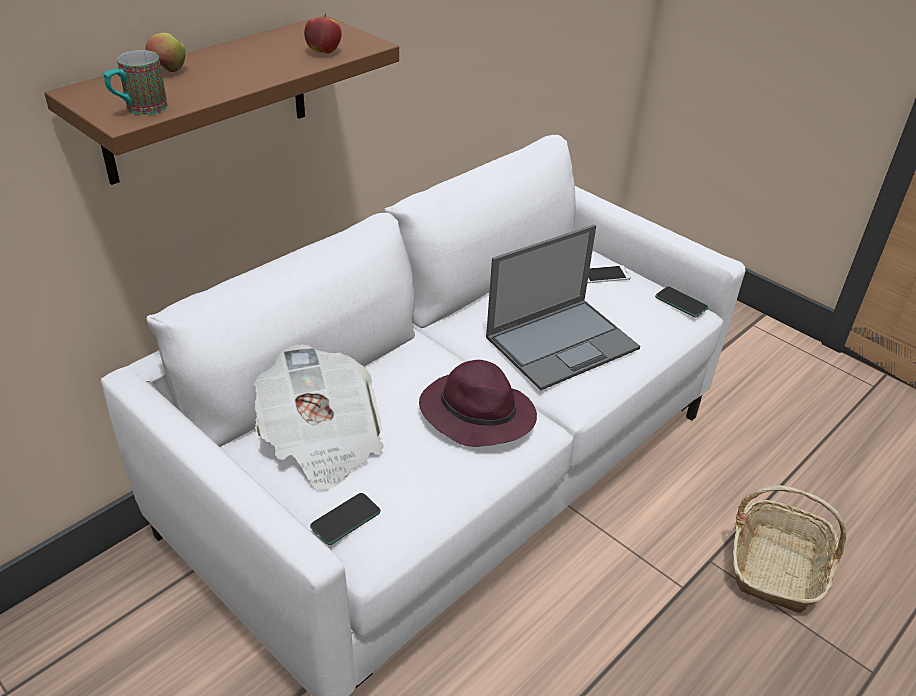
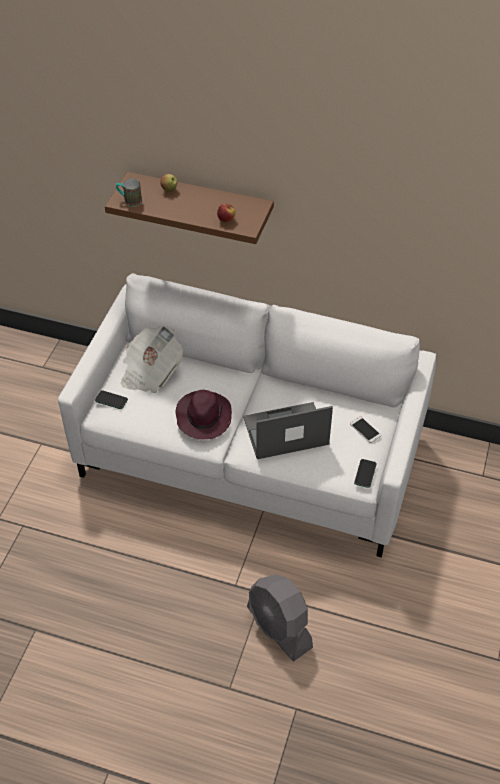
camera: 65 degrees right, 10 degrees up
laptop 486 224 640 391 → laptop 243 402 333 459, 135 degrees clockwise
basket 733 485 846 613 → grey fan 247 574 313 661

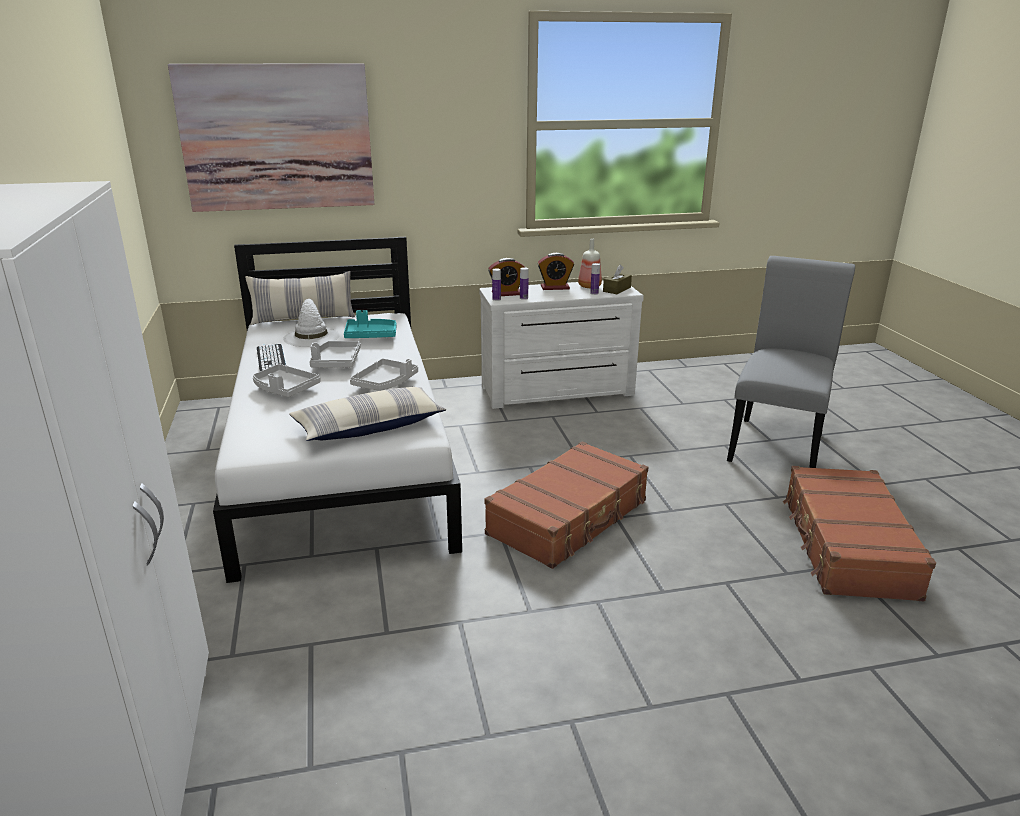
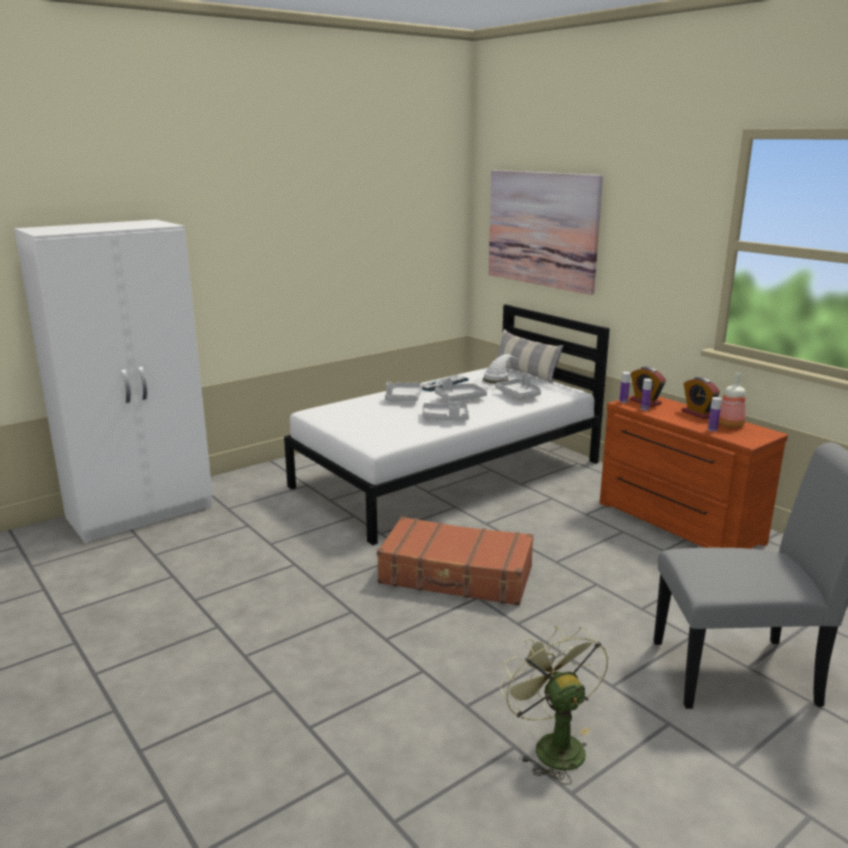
camera: 65 degrees right, 5 degrees down
brown tissue box 603 265 632 294 → -
white dresser 479 280 644 409 → brown dresser 600 395 788 549
turquoise tray 344 310 396 338 → grey tray 495 373 541 399
pillow 289 387 446 441 → -
brown suitcase 783 466 936 602 → green fan 500 626 609 785

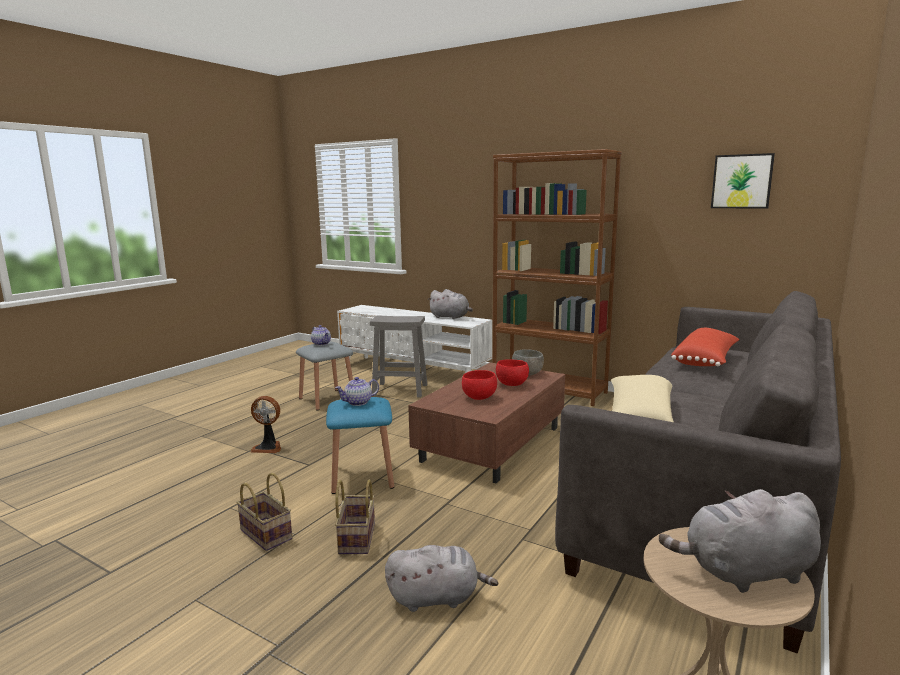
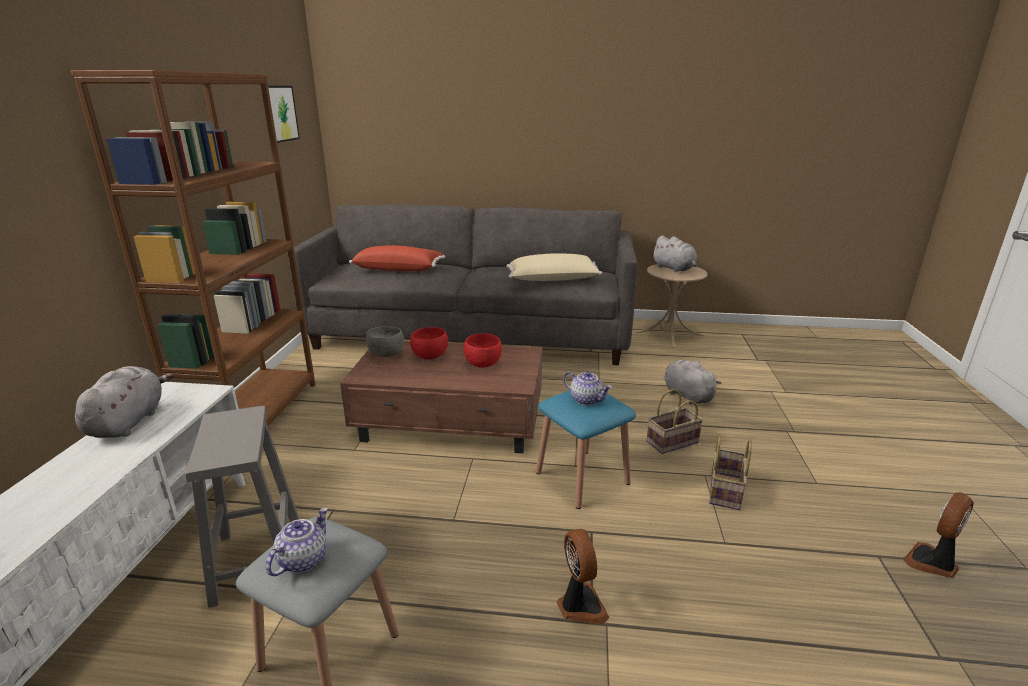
camera: 115 degrees left, 10 degrees up
- → fan 903 492 974 578

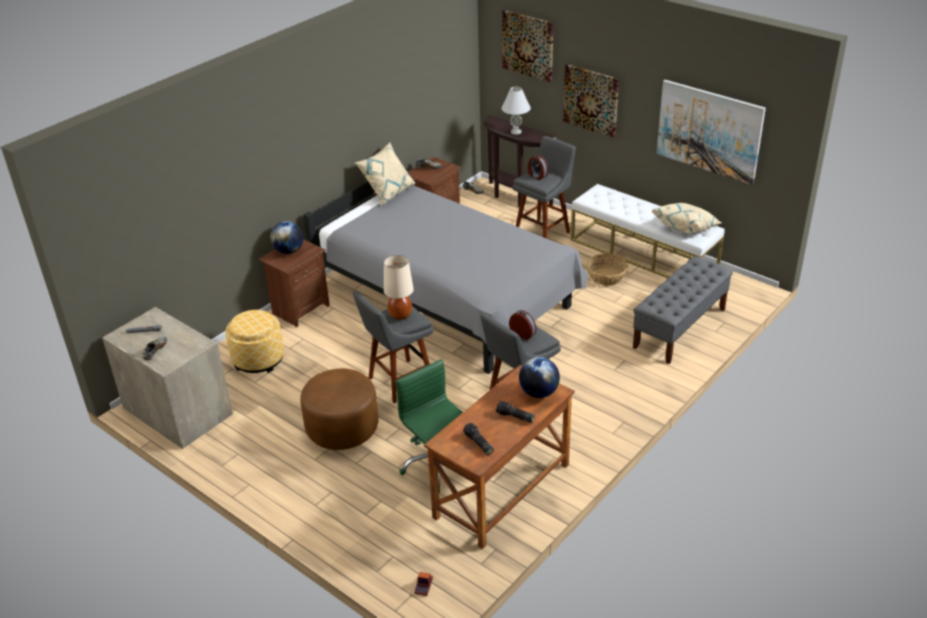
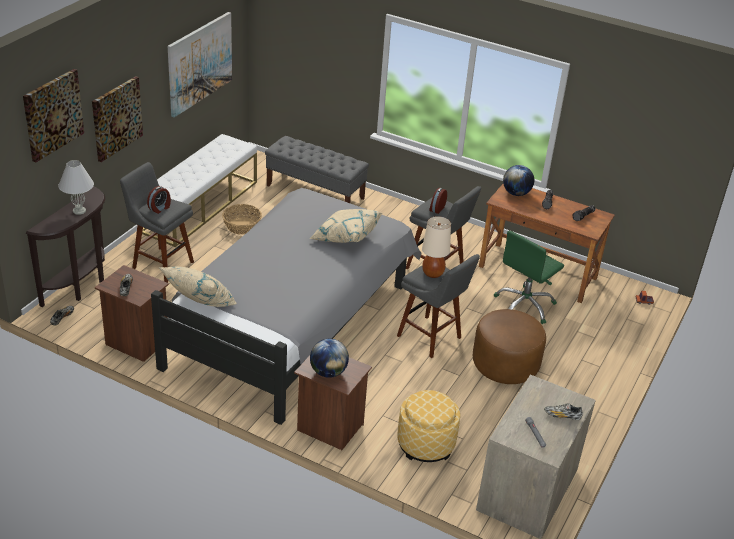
camera: 105 degrees left, 0 degrees up
beige pillow 651 203 721 233 → beige pillow 310 209 382 243, shifted

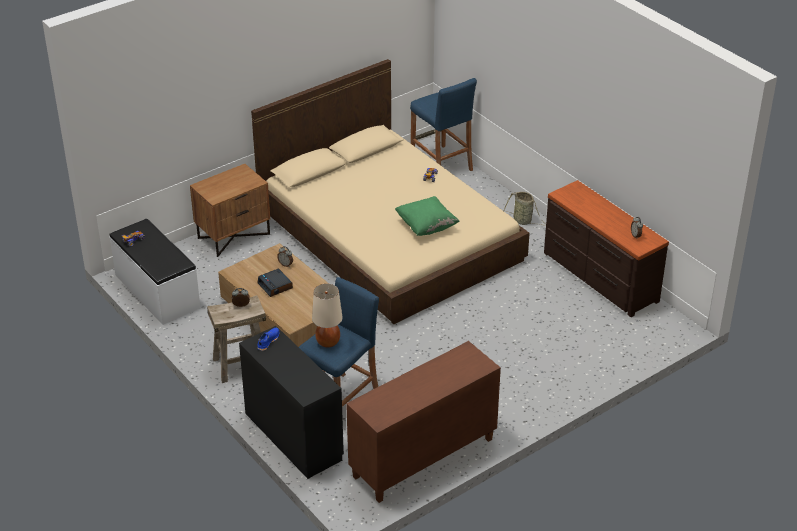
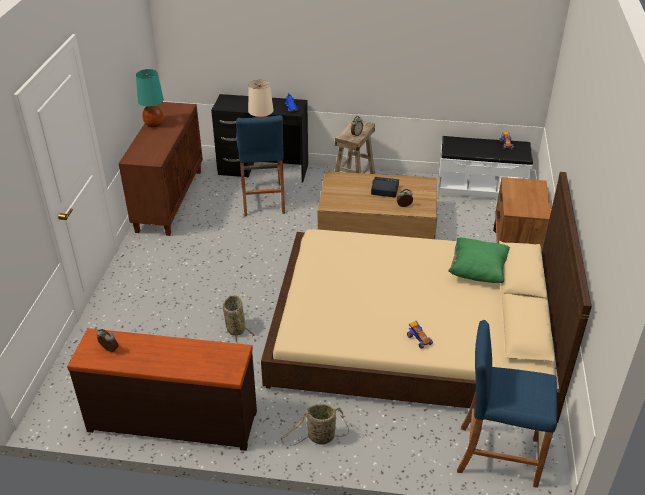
camera: 135 degrees right, 0 degrees up
green pillow 395 196 460 236 → green pillow 448 238 510 283, shifted
- → turquoise table lamp 136 69 164 127
- → basket 223 295 254 344

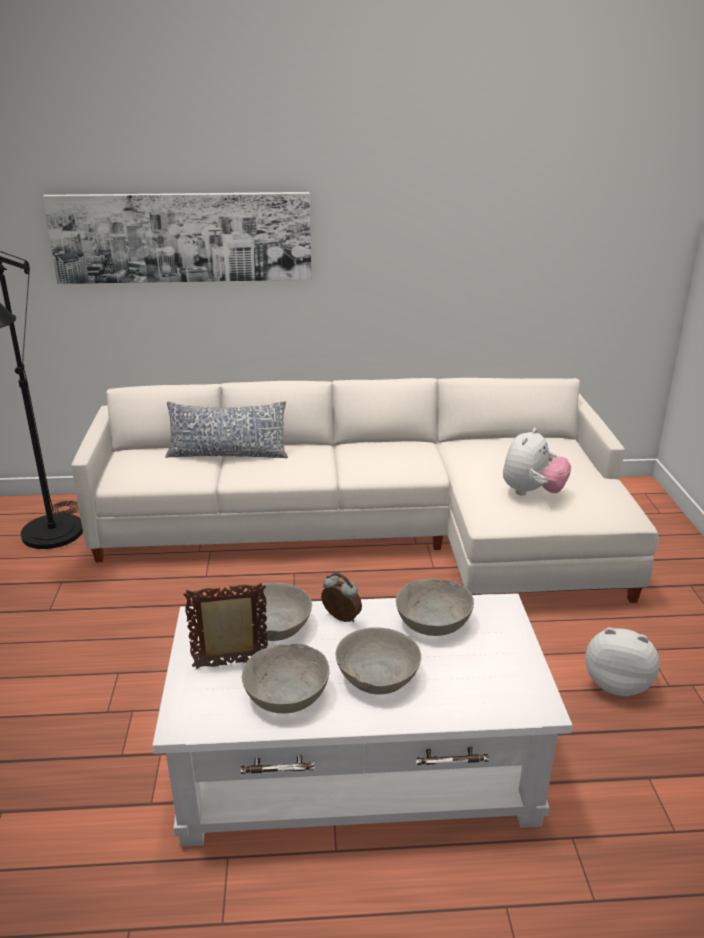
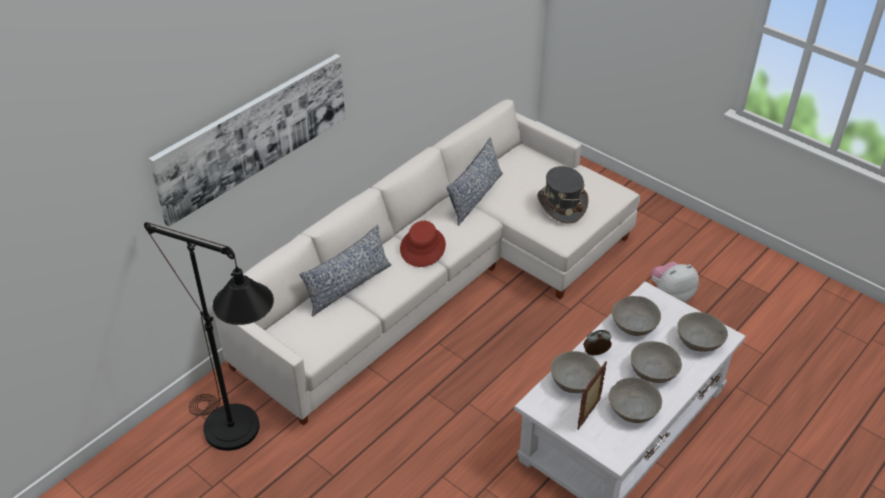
camera: 45 degrees left, 15 degrees up
plush toy 503 428 571 496 → grey hat 537 166 589 224
- → pillow 447 137 503 226
- → red hat 400 221 446 267
- → grey bowl 677 312 728 352

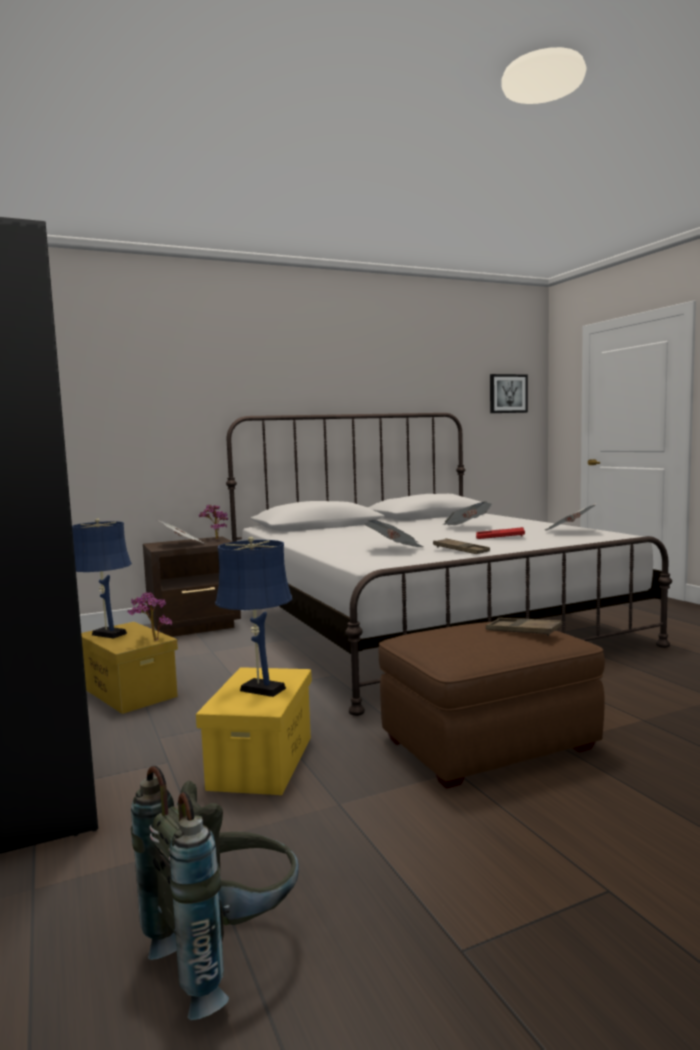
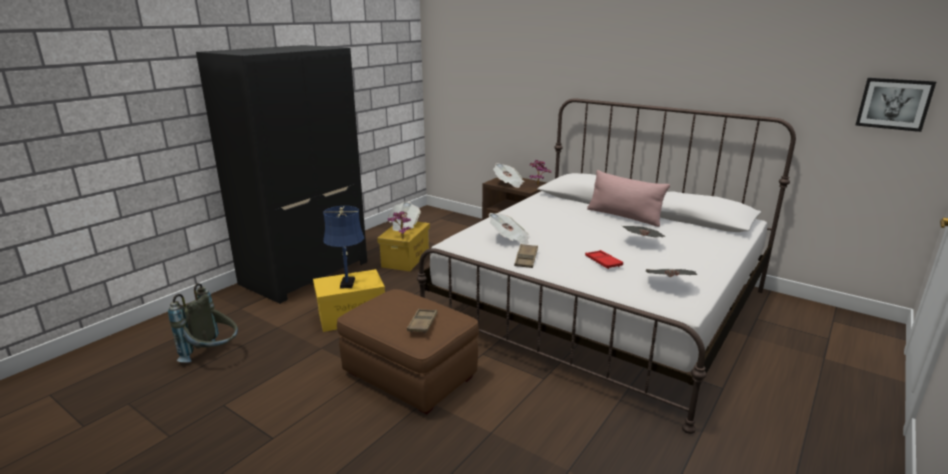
camera: 60 degrees right, 15 degrees up
blue table lamp 72 518 132 639 → newspaper 388 202 421 231
- → pink pillow 587 170 670 227

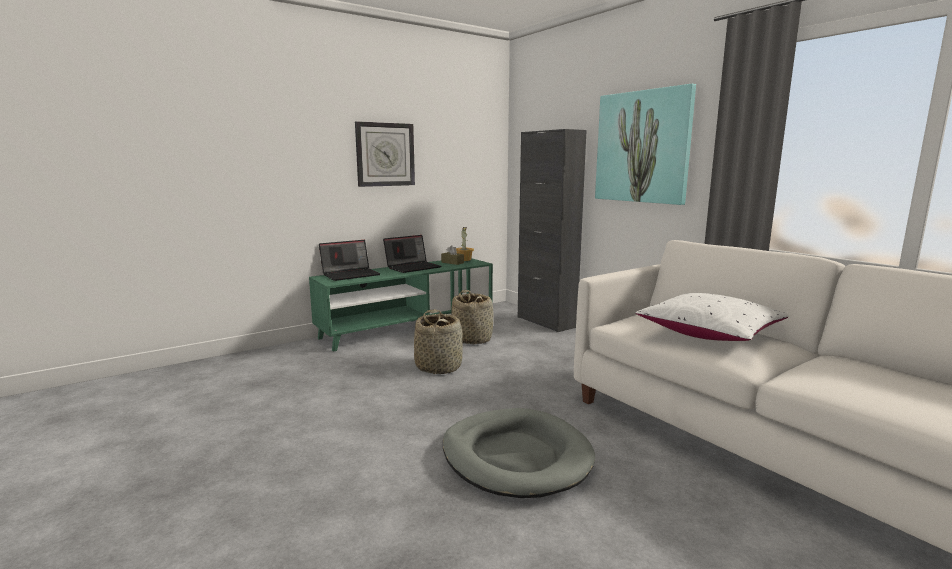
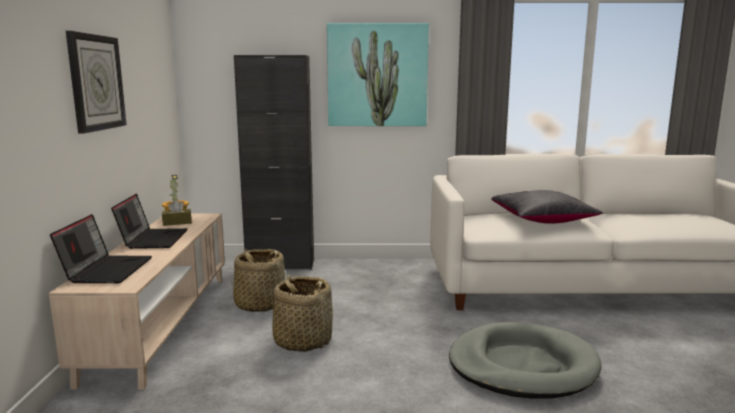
camera: 55 degrees left, 0 degrees up
green tv stand 309 258 493 352 → beige tv stand 49 213 225 390
white pillow 635 293 789 341 → black pillow 491 190 603 224

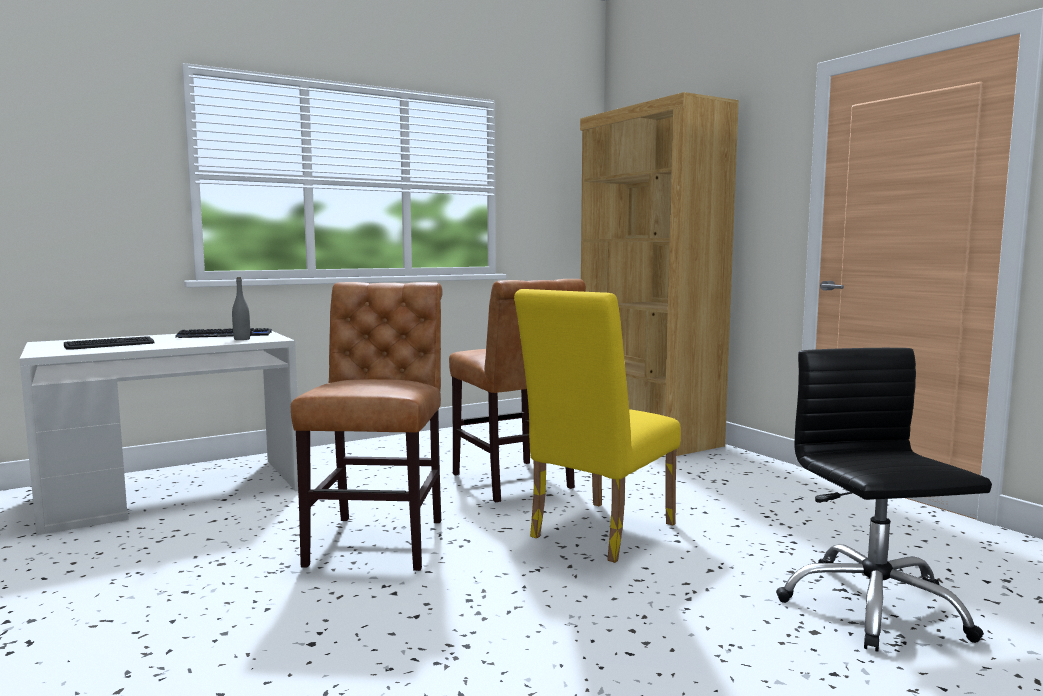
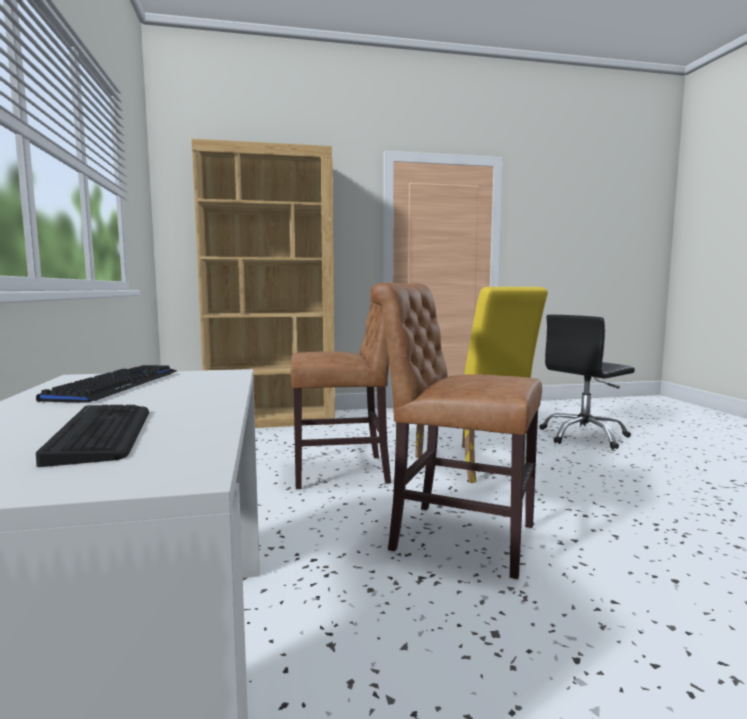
camera: 70 degrees left, 0 degrees up
grey bottle 232 277 250 340 → -
black office chair 776 348 992 652 → black office chair 539 315 635 449, 45 degrees counterclockwise

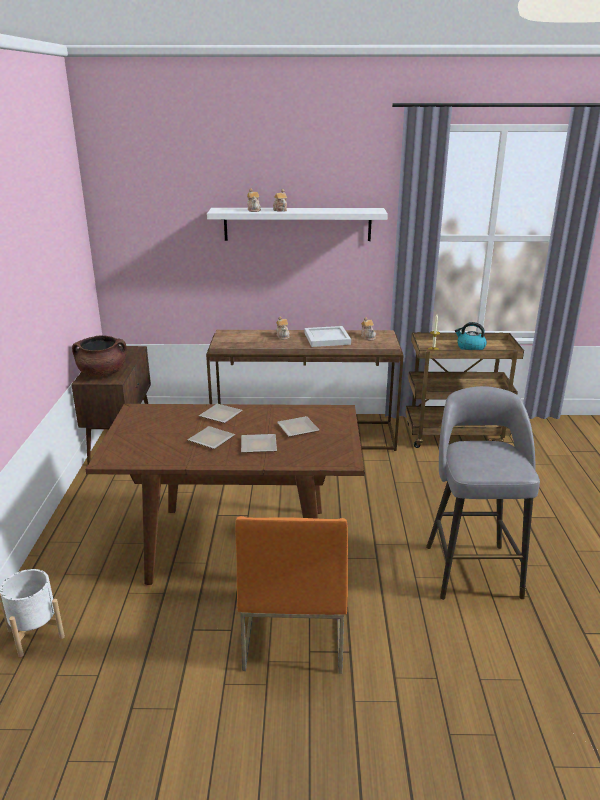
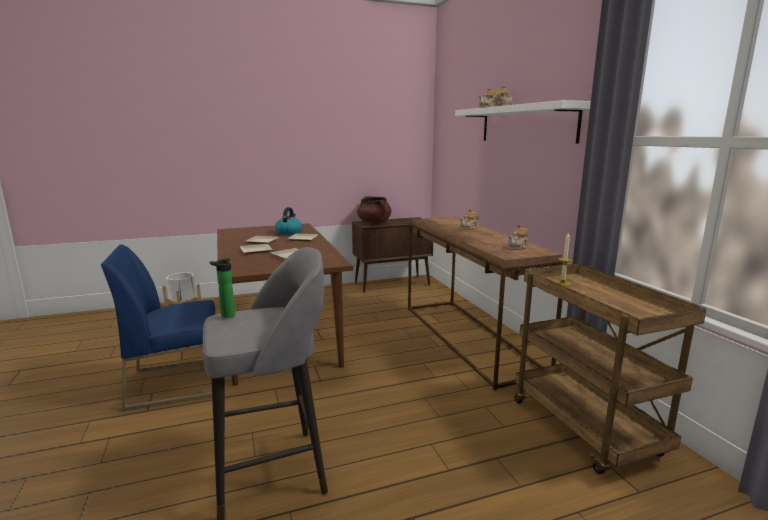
camera: 70 degrees right, 10 degrees down
kettle 455 322 487 350 → kettle 275 207 303 235, shifted
white tray 305 326 351 347 → -
orange chair 235 516 348 674 → blue chair 101 244 215 411
- → bottle 210 259 235 318

